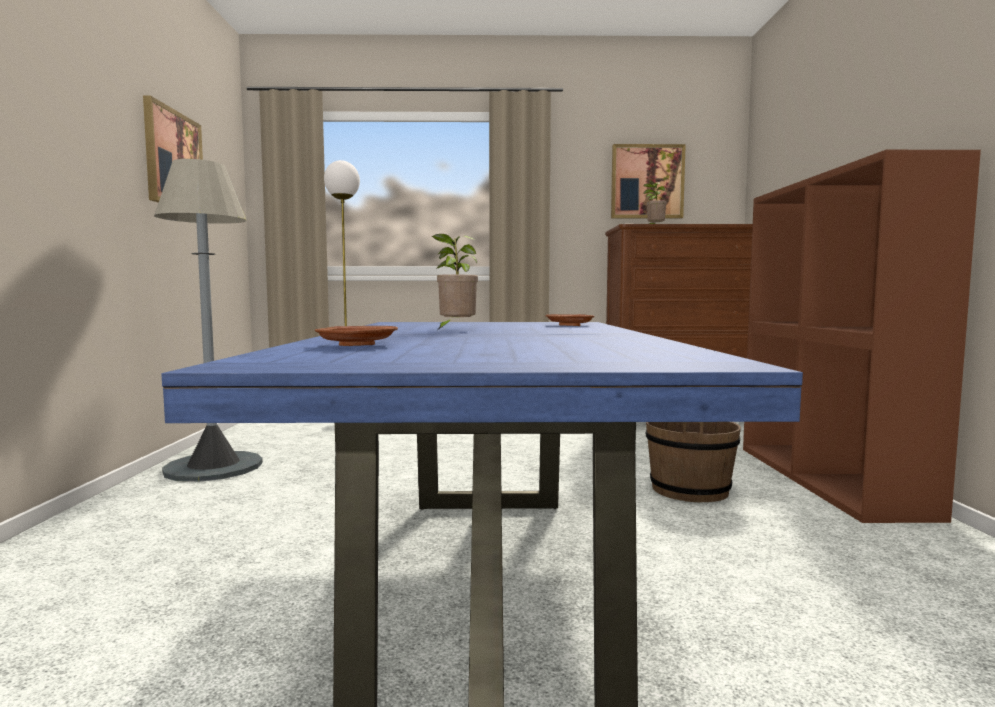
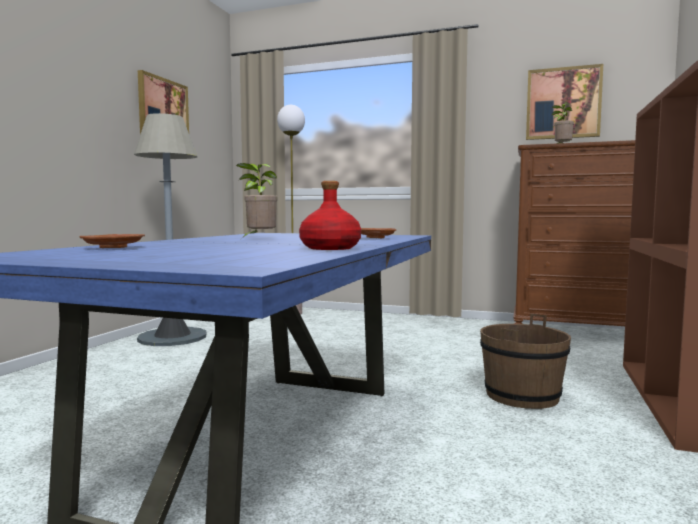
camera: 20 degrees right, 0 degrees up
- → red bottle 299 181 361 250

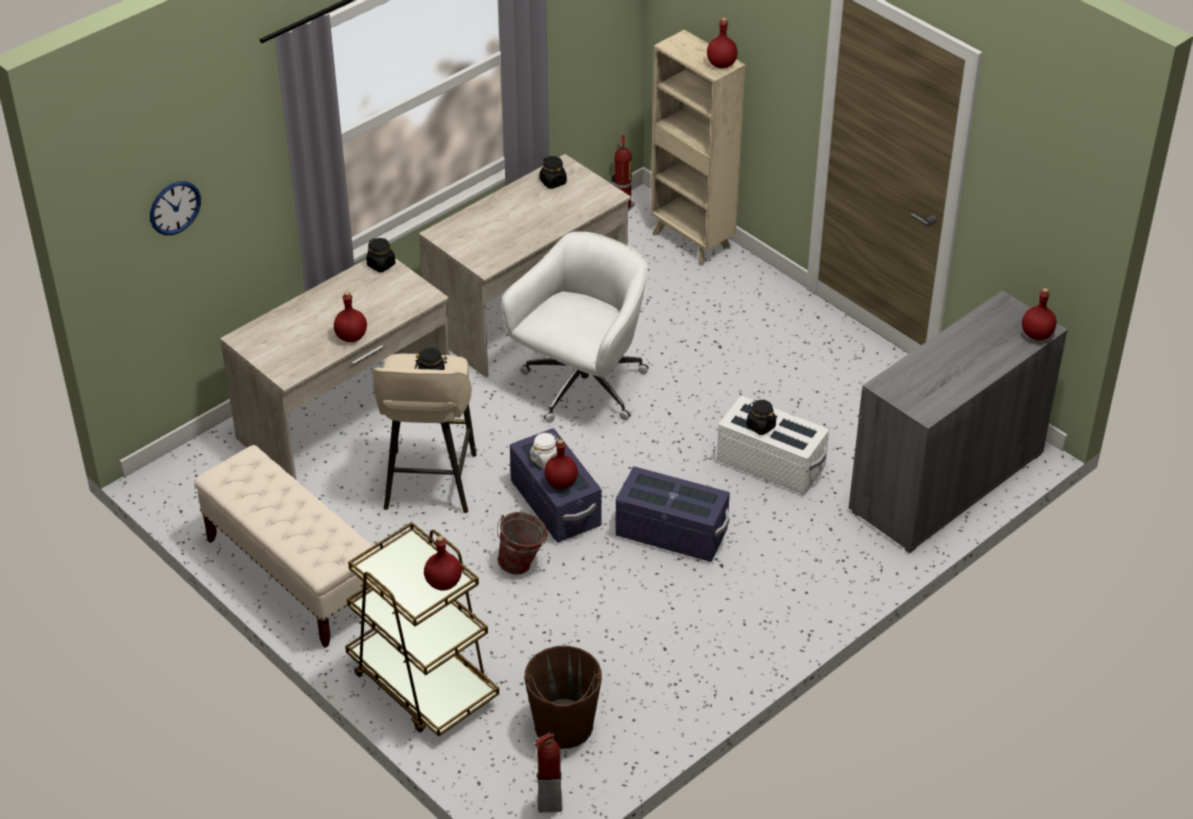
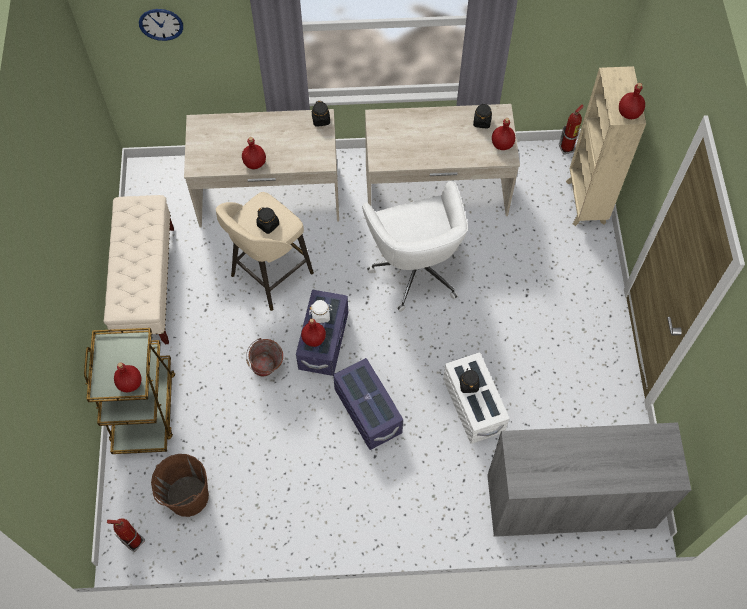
camera: 40 degrees right, 20 degrees up
white office chair 501 232 649 423 → white office chair 362 181 468 312, 90 degrees clockwise
red bottle 1022 288 1057 340 → red bottle 492 118 515 150, shifted

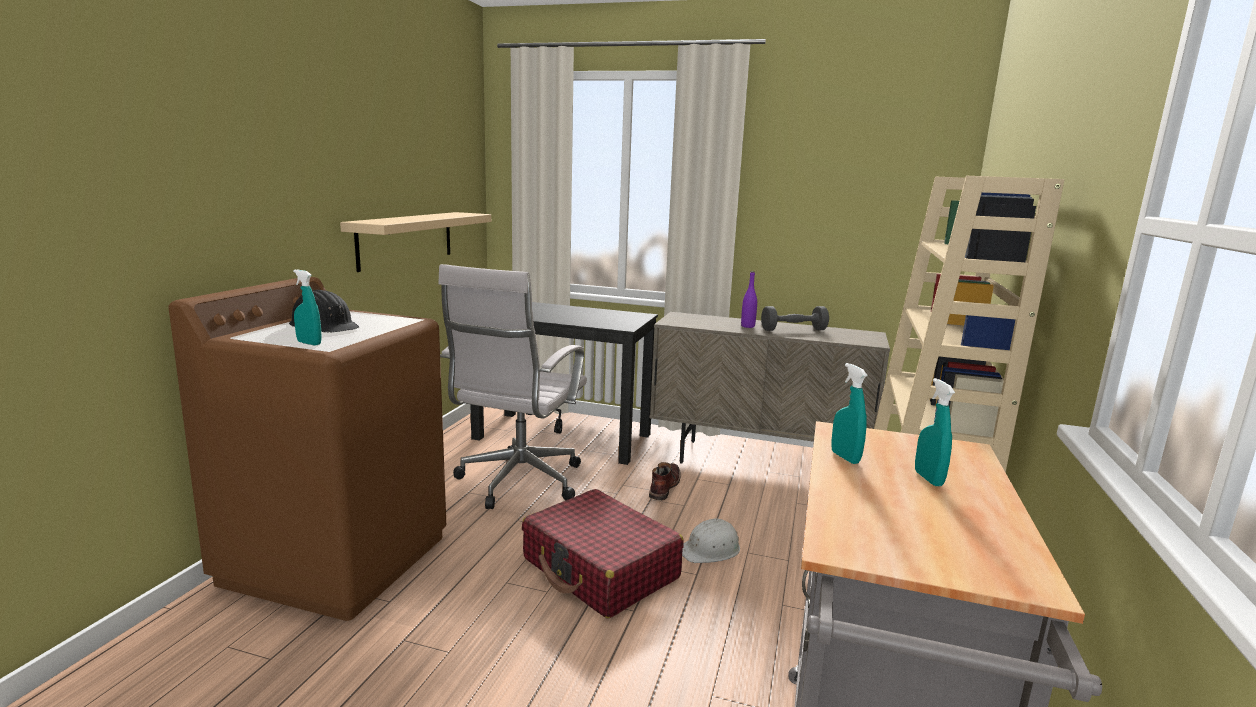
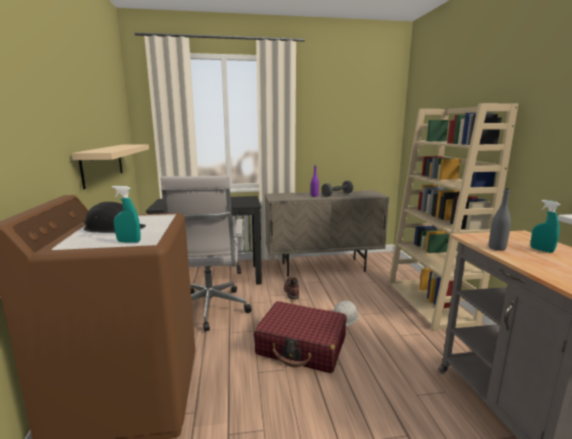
camera: 25 degrees left, 0 degrees up
turquoise spray bottle 831 363 868 464 → grey bottle 489 188 511 251

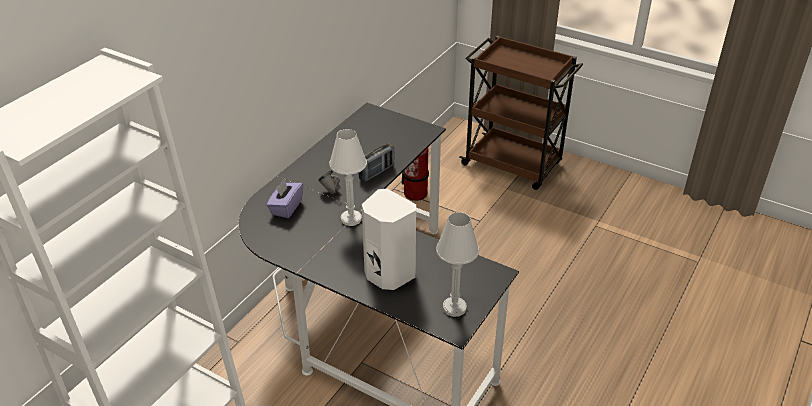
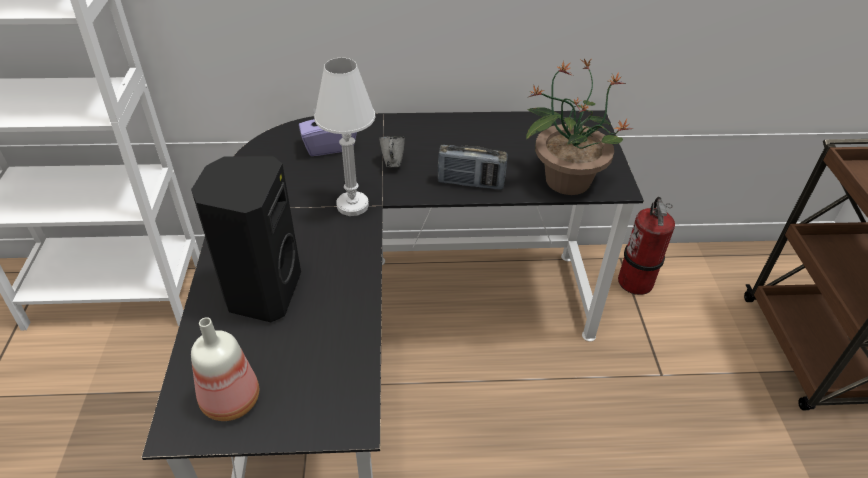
camera: 55 degrees right, 5 degrees up
white speaker 362 189 416 290 → black speaker 191 156 301 322
white table lamp 436 212 479 317 → bottle 191 317 259 421
- → potted plant 526 59 634 195

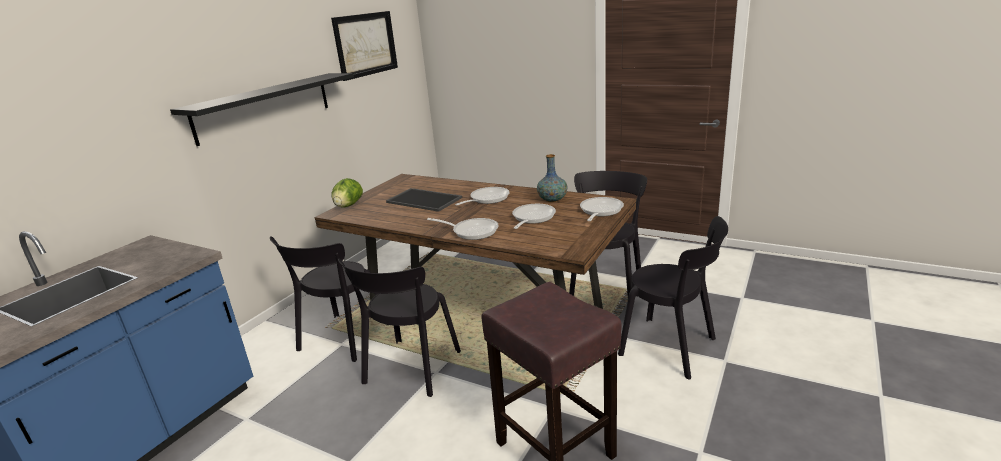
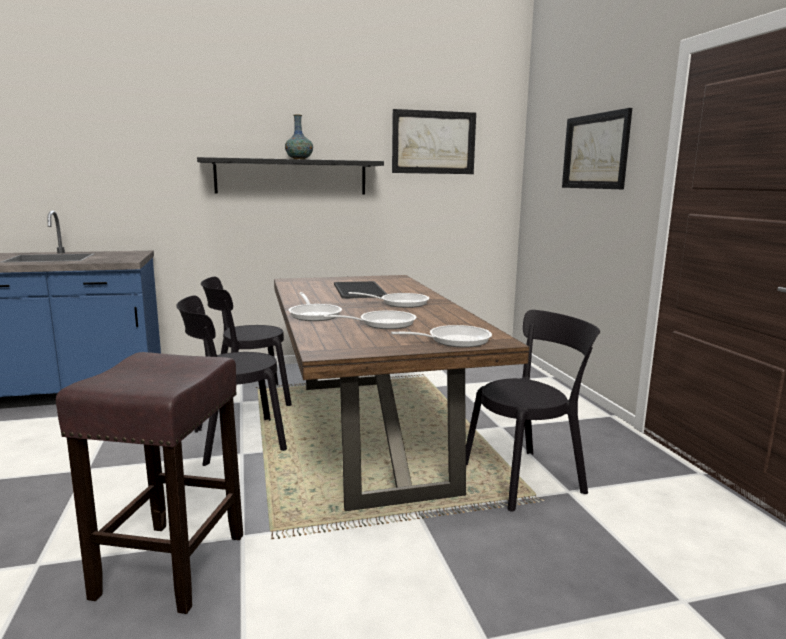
camera: 45 degrees right, 10 degrees down
vase 537 154 567 202 → vase 285 114 313 159, shifted
lettuce 332 178 363 208 → -
black chair 618 216 728 380 → -
- → picture 562 108 632 189

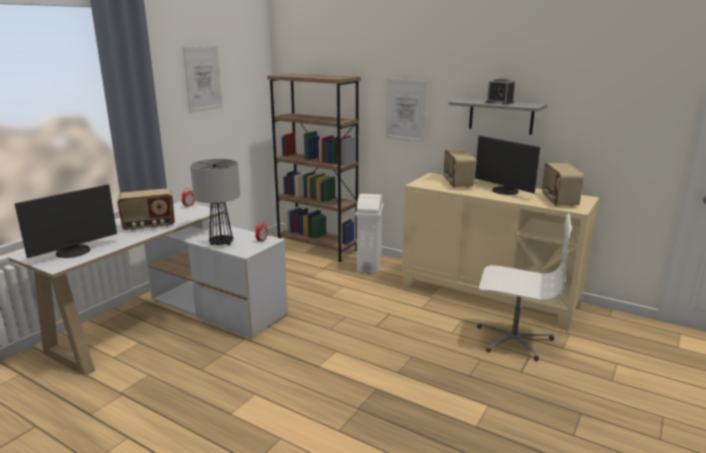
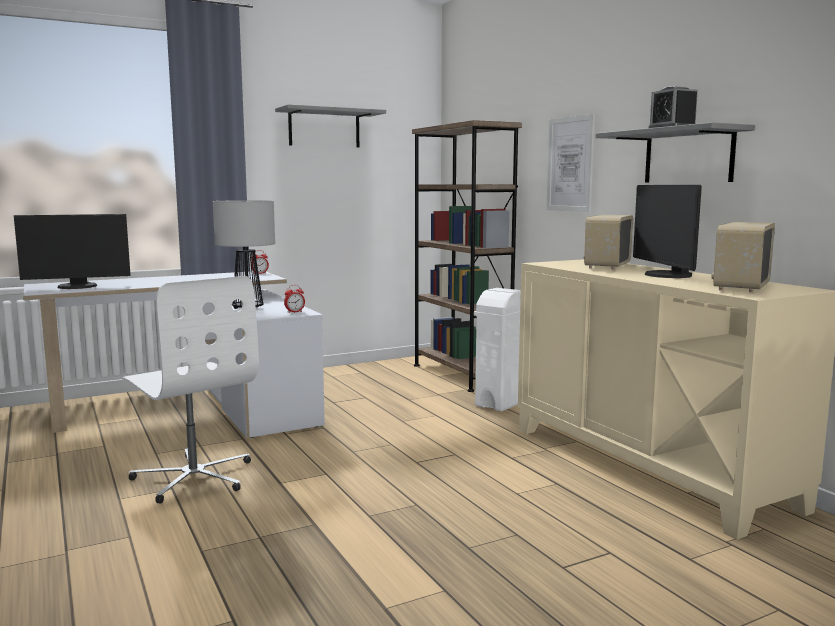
camera: 30 degrees right, 10 degrees down
picture 183 46 223 113 → grey shelf 275 105 386 147
radio 117 188 175 231 → -
white office chair 477 213 571 361 → white office chair 122 276 259 503, shifted

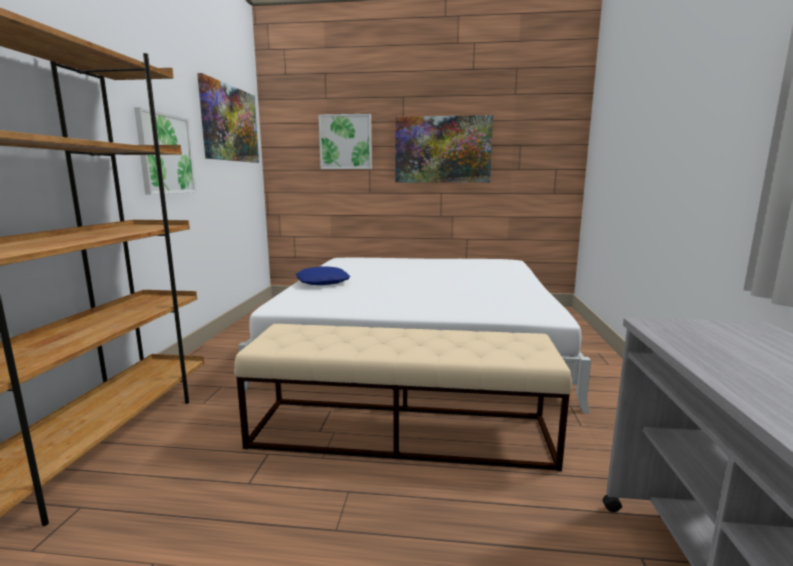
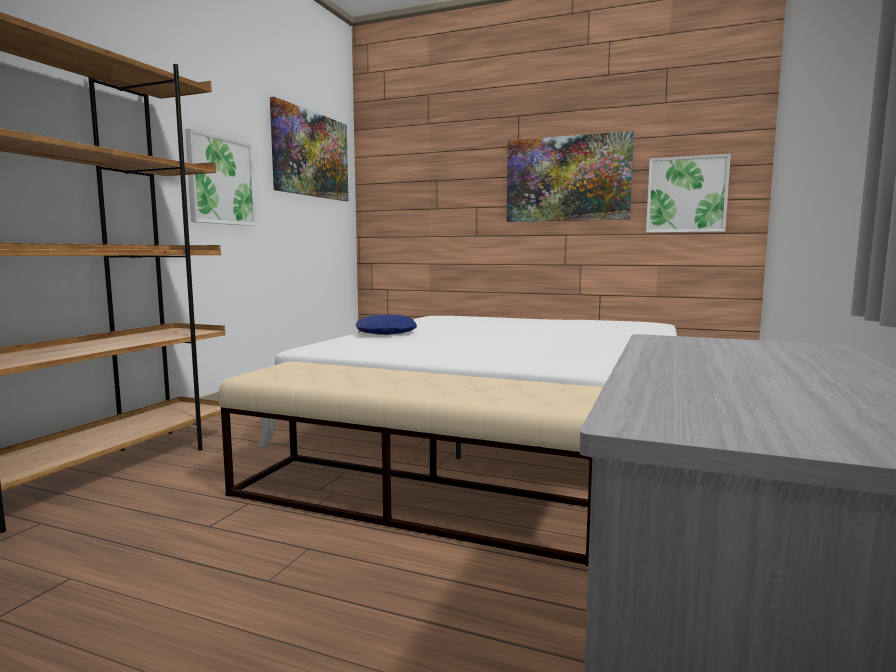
camera: 15 degrees right, 5 degrees down
picture 318 114 372 169 → picture 646 154 731 233, shifted

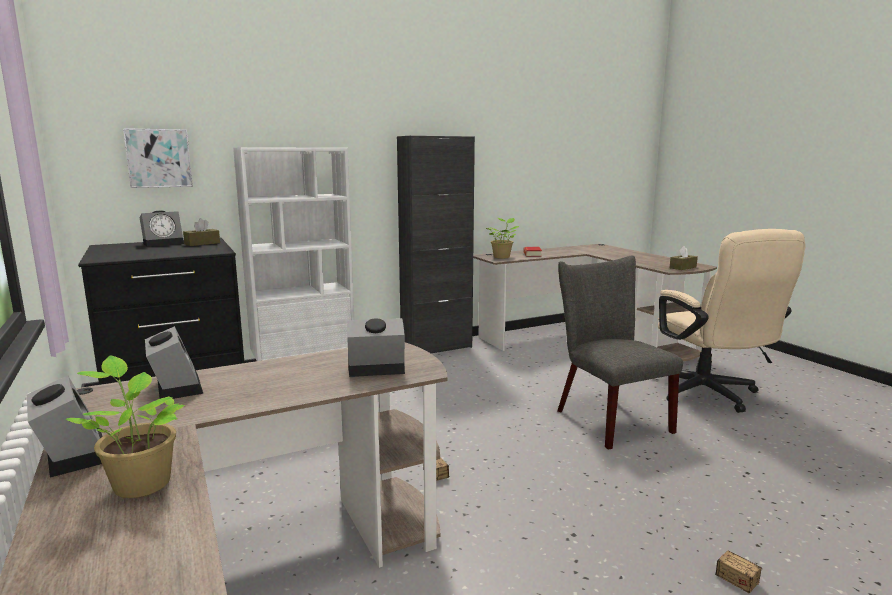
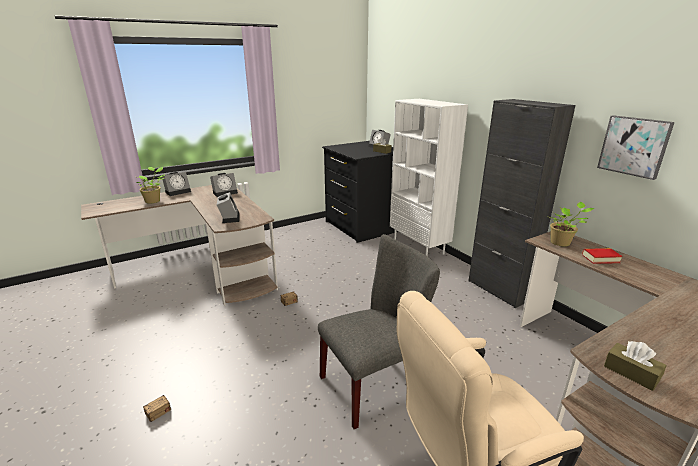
camera: 85 degrees right, 10 degrees up
picture 123 128 193 188 → picture 597 115 675 180, shifted

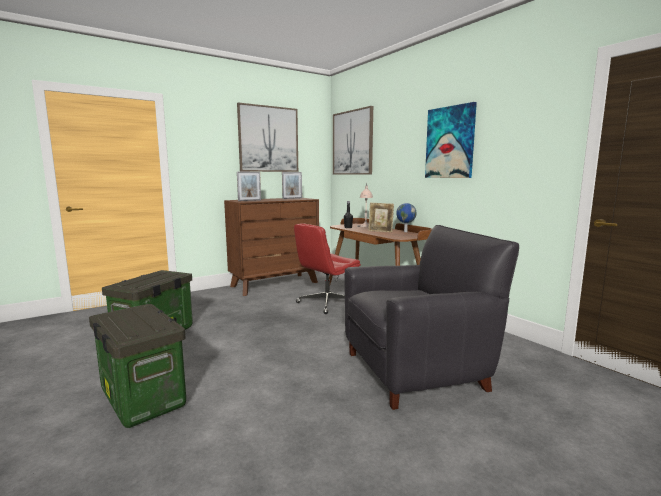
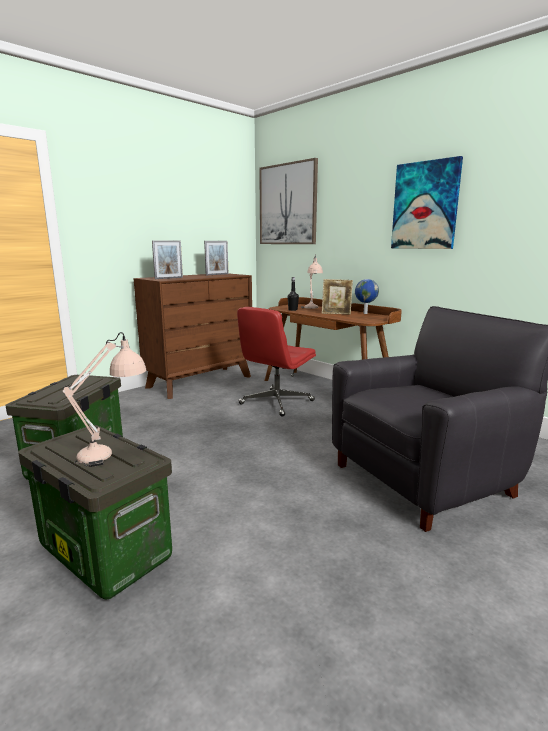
camera: 10 degrees left, 5 degrees up
picture 237 103 298 172 → -
- → beige table lamp 62 332 146 467

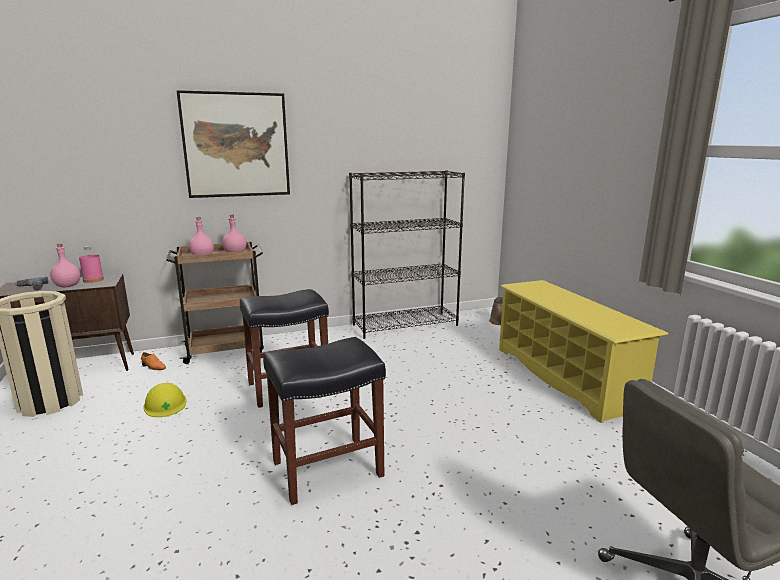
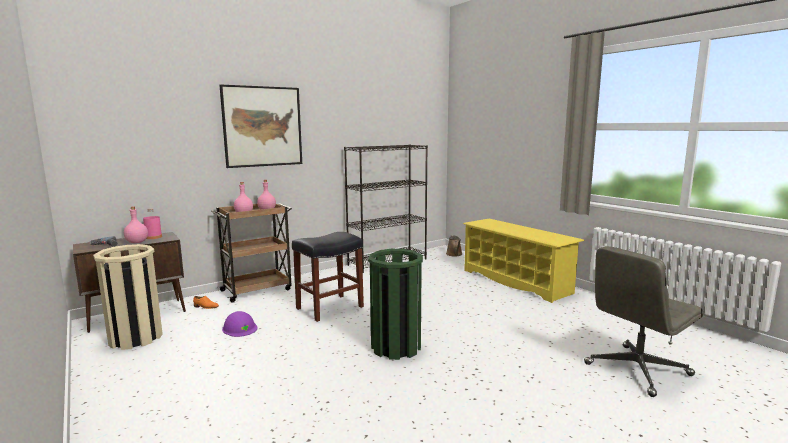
camera: 15 degrees left, 5 degrees down
black stool 263 337 386 505 → green trash can 368 249 423 360
yellow hard hat 143 383 187 417 → purple hard hat 222 311 258 337

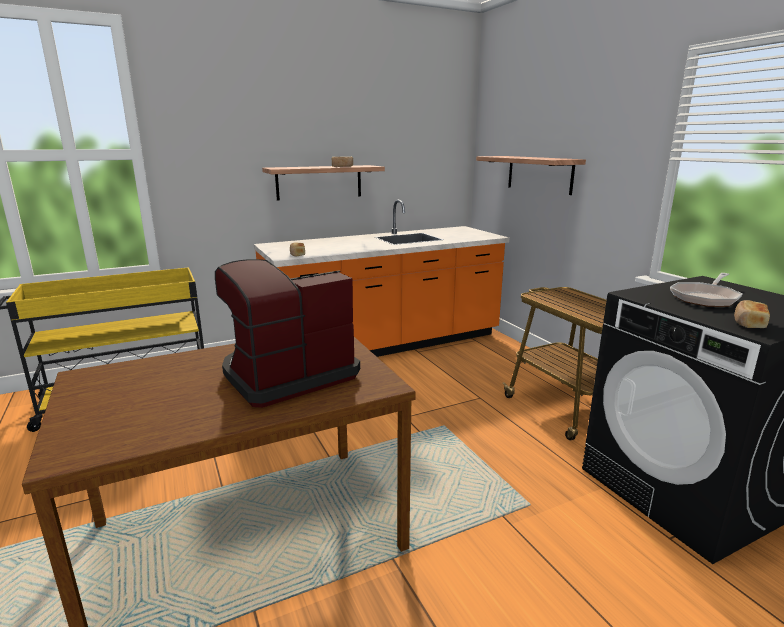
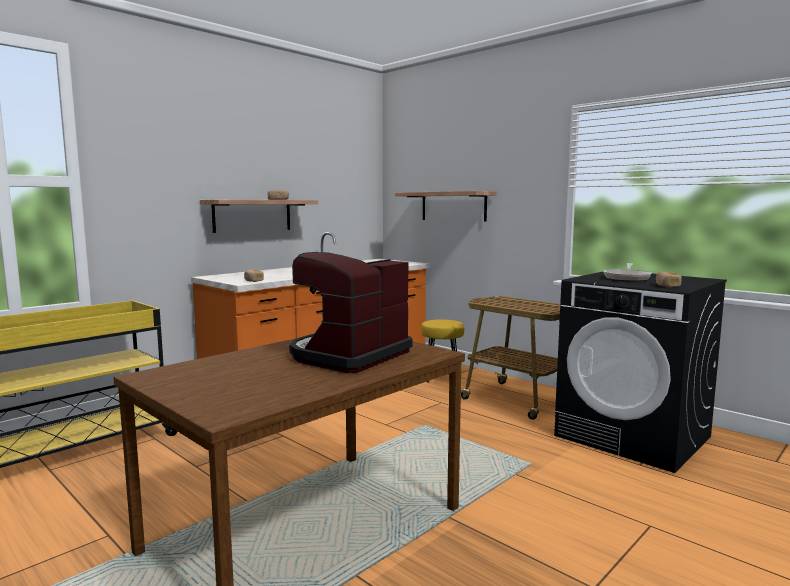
camera: 20 degrees left, 10 degrees down
- → yellow stool 421 319 464 382

